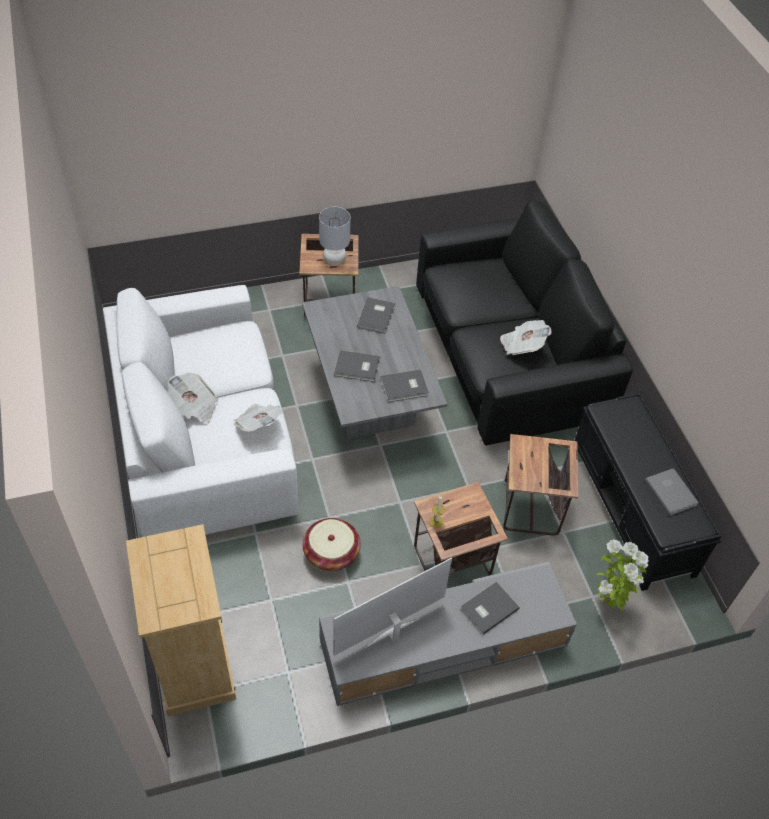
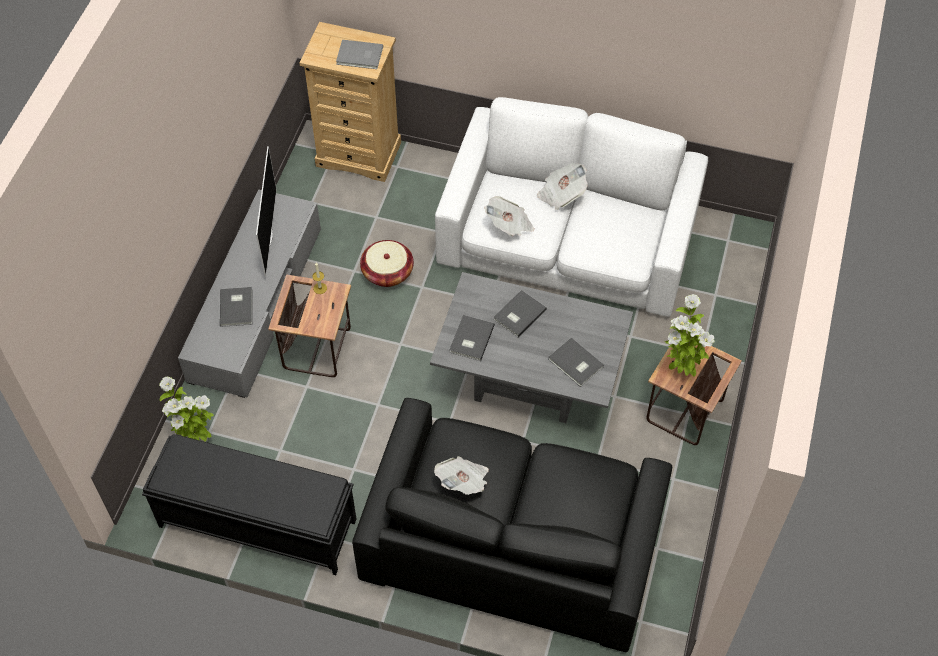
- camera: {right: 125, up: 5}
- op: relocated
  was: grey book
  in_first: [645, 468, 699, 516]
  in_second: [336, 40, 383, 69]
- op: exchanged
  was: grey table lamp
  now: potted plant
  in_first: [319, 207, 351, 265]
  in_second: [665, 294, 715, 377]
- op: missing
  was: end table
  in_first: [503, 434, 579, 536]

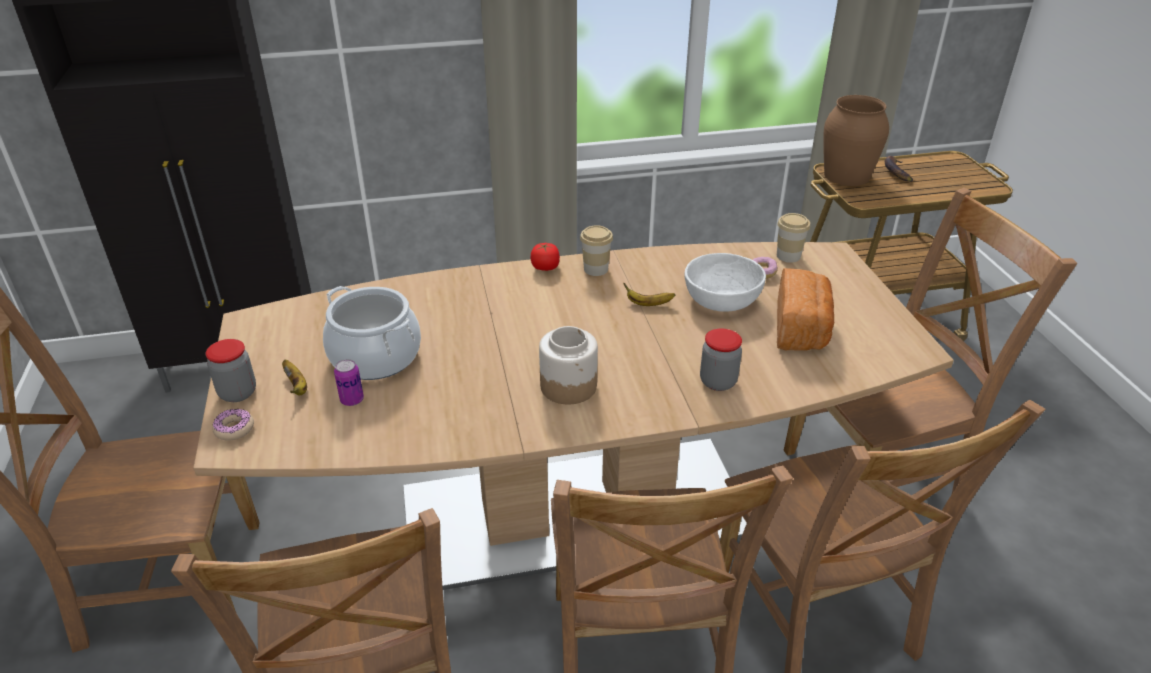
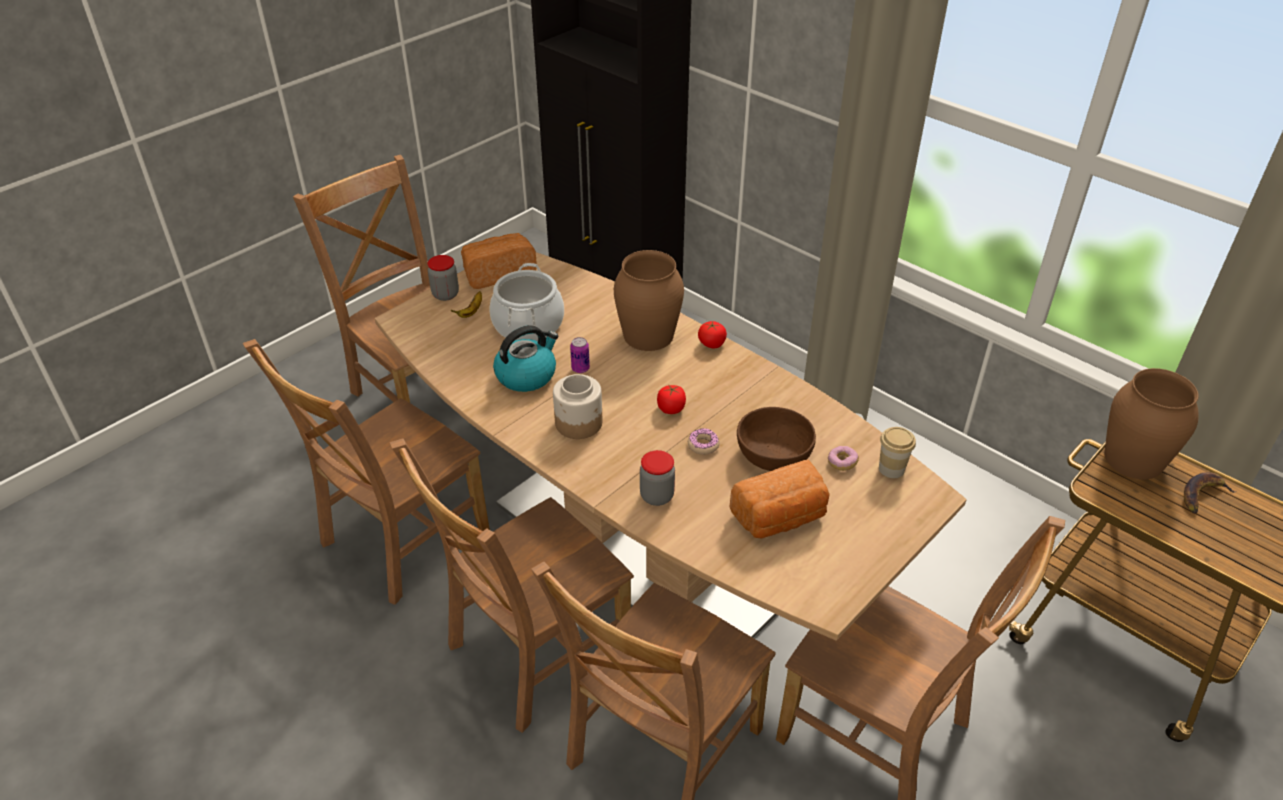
- camera: {right: 55, up: 5}
- op: appeared
  now: bread
  in_second: [461, 233, 537, 289]
- op: appeared
  now: kettle
  in_second: [493, 325, 558, 392]
- op: relocated
  was: metal can
  in_first: [334, 359, 364, 406]
  in_second: [570, 337, 590, 373]
- op: appeared
  now: brown decorative vase
  in_second: [614, 250, 684, 351]
- op: appeared
  now: whole tomato
  in_second: [657, 385, 686, 414]
- op: relocated
  was: donut
  in_first: [212, 408, 254, 441]
  in_second: [688, 429, 720, 455]
- op: colour
  was: white deep dish
  now: brown deep dish
  in_first: [684, 253, 766, 312]
  in_second: [737, 407, 816, 471]
- op: missing
  was: small cup
  in_first: [580, 225, 613, 276]
- op: missing
  was: whole banana
  in_first: [624, 283, 675, 306]

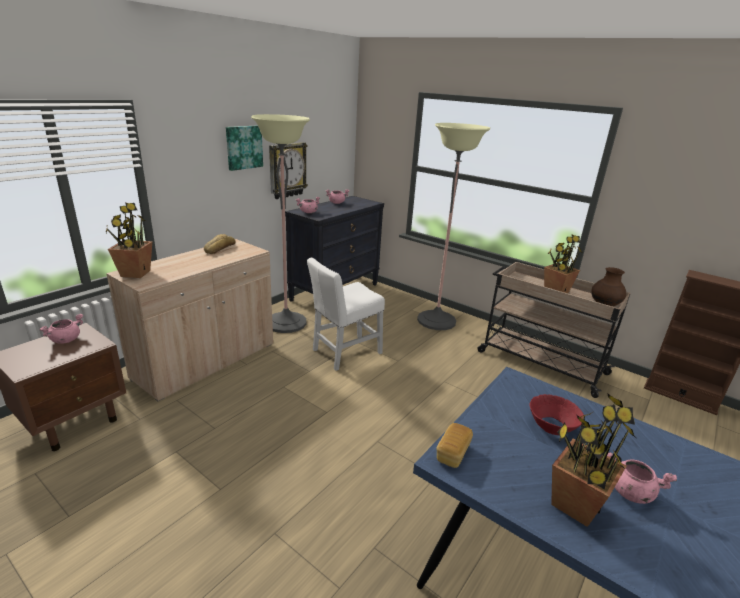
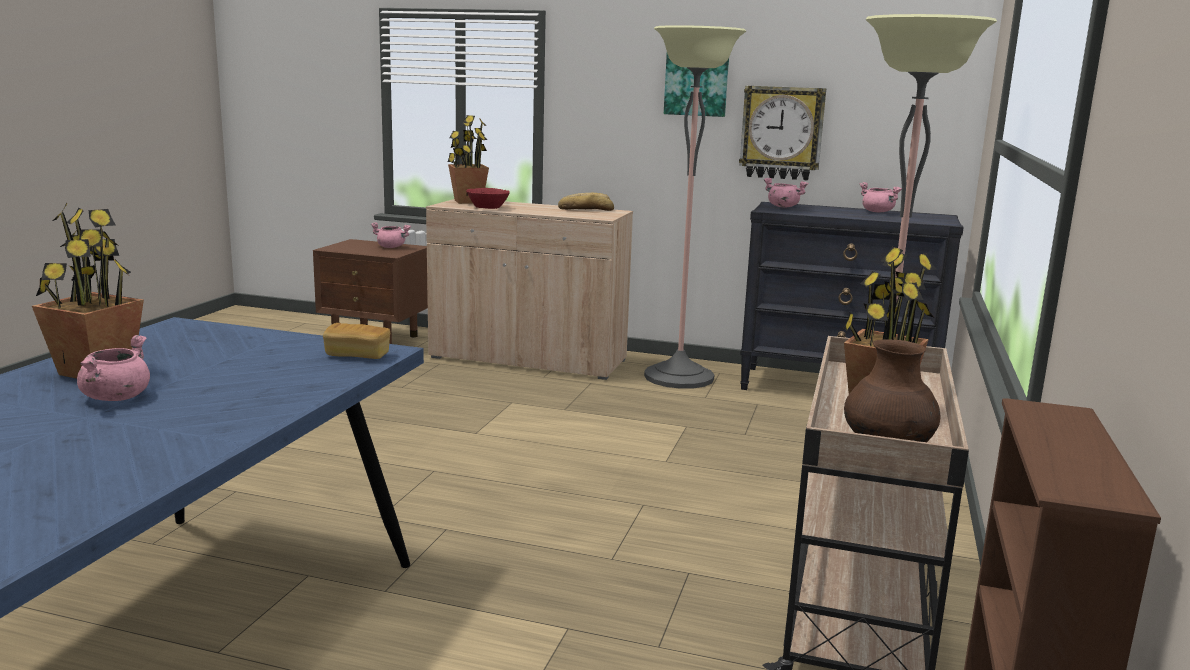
- camera: {right: 70, up: -10}
- op: relocated
  was: bread
  in_first: [437, 423, 473, 468]
  in_second: [323, 323, 390, 359]
- op: relocated
  was: red deep dish
  in_first: [530, 394, 584, 435]
  in_second: [466, 188, 510, 209]
- op: missing
  was: white chair
  in_first: [307, 258, 385, 371]

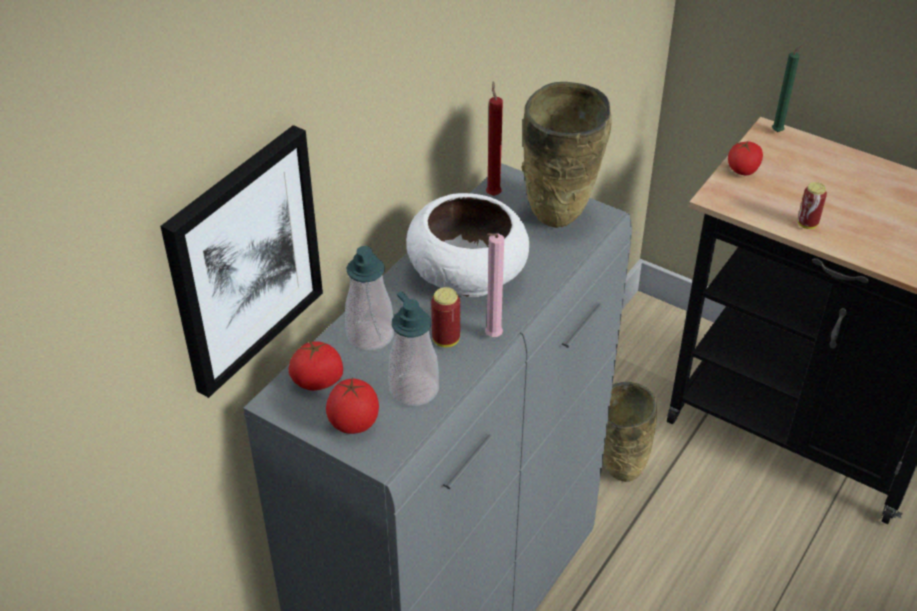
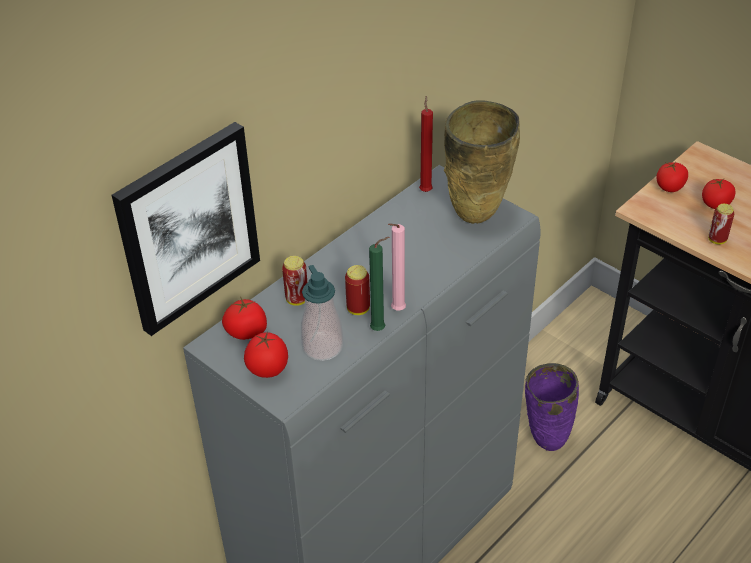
- camera: {right: 10, up: 0}
- op: exchanged
  was: soap bottle
  now: metal can
  in_first: [345, 246, 394, 351]
  in_second: [282, 256, 307, 306]
- op: relocated
  was: green wax light
  in_first: [772, 44, 806, 132]
  in_second: [369, 237, 389, 331]
- op: colour
  was: beige-coloured decorative vase
  now: purplish decorative vase
  in_first: [603, 382, 657, 482]
  in_second: [525, 363, 579, 451]
- op: appeared
  now: whole tomato
  in_second: [702, 178, 735, 209]
- op: missing
  was: white deep dish
  in_first: [406, 193, 529, 297]

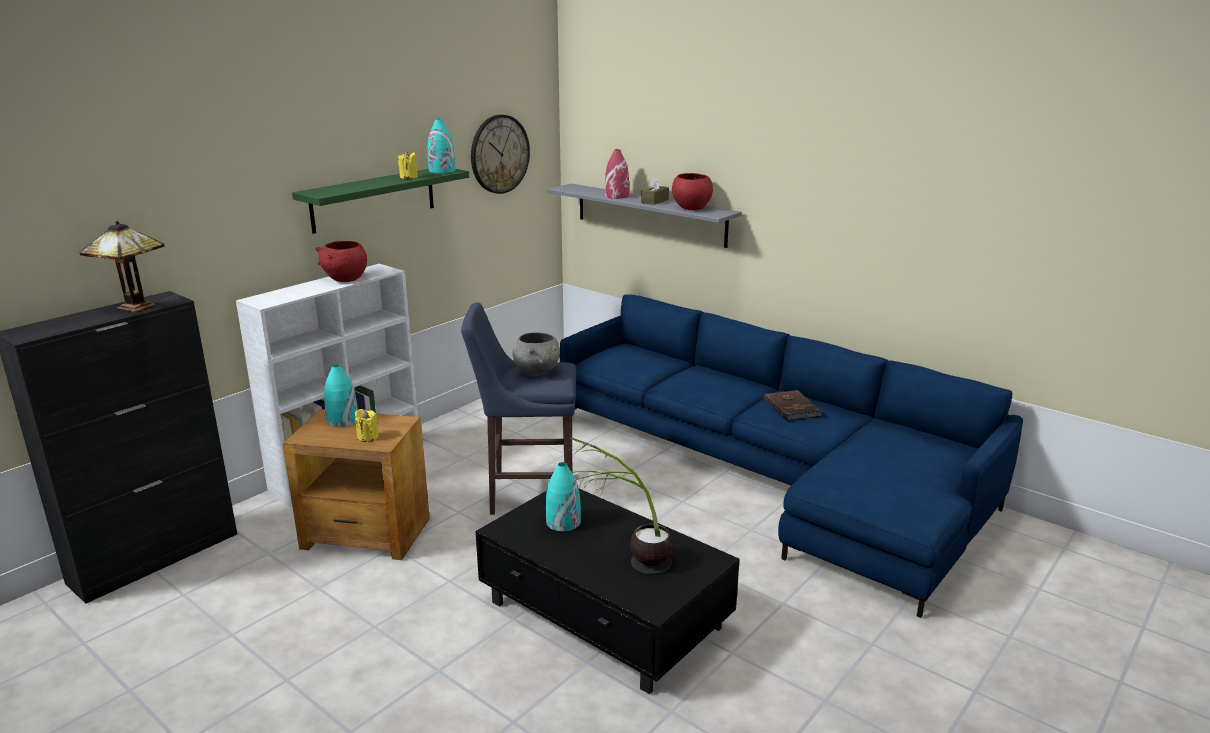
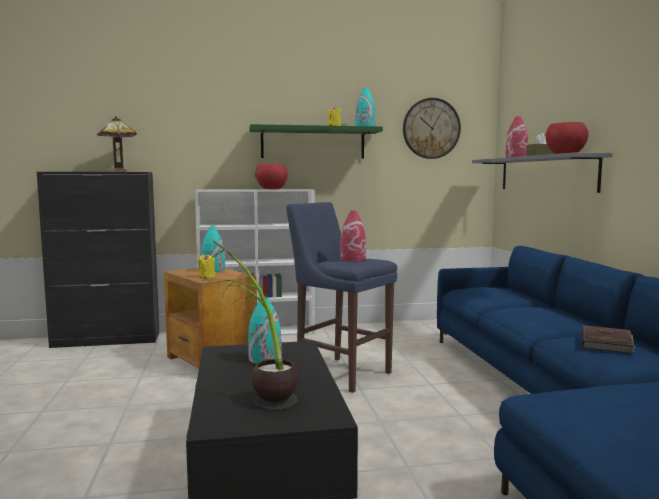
- camera: {right: 40, up: -15}
- op: exchanged
  was: grey deep dish
  now: red decorative vase
  in_first: [513, 332, 560, 376]
  in_second: [340, 211, 366, 262]

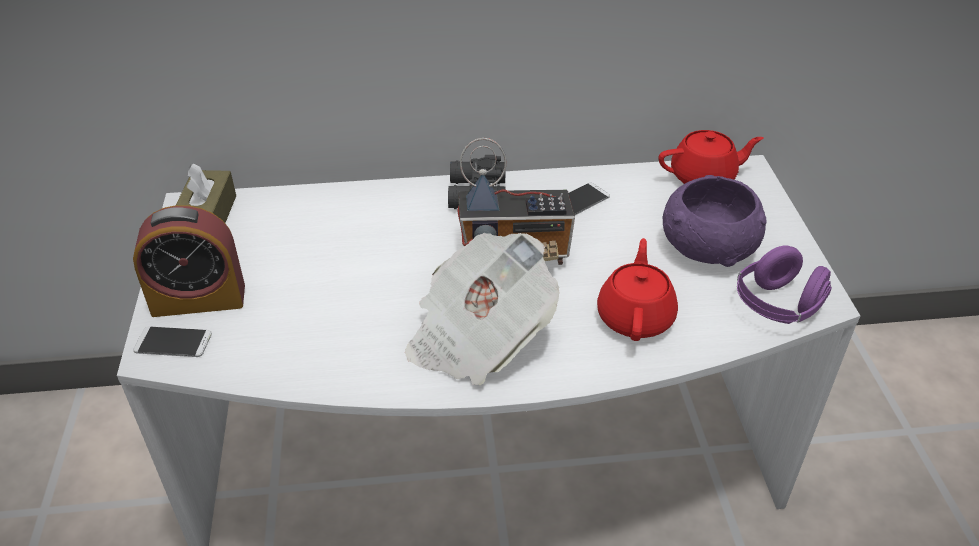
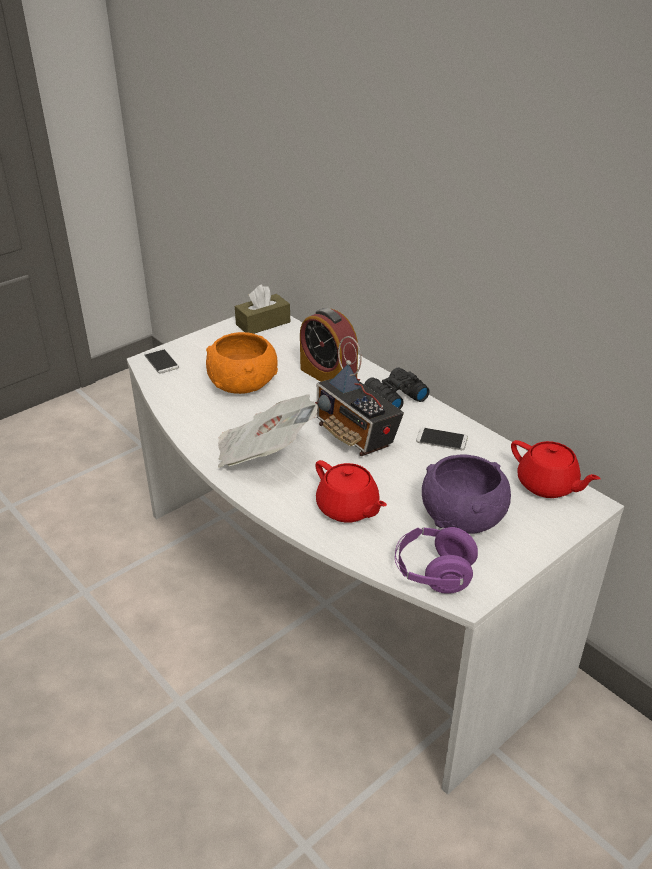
- camera: {right: 55, up: -5}
- op: appeared
  now: orange deep dish
  in_second: [206, 332, 278, 394]
- op: relocated
  was: table clock
  in_first: [133, 205, 245, 317]
  in_second: [300, 308, 358, 382]
- op: spun
  was: red teapot
  in_first: [597, 238, 678, 341]
  in_second: [315, 460, 387, 523]
  clockwise: 75

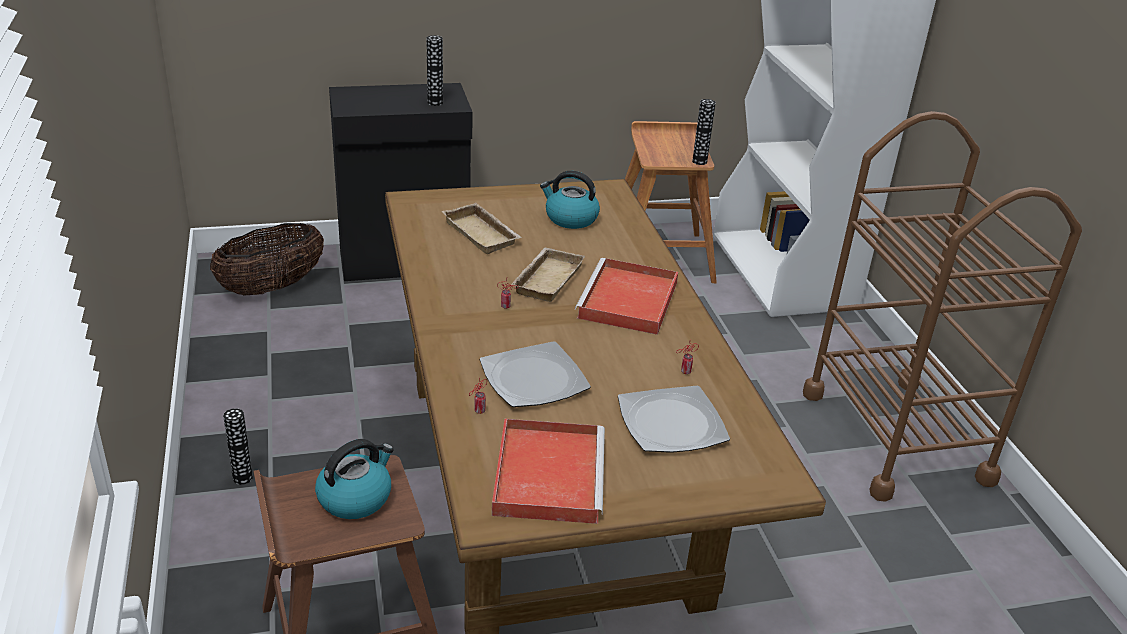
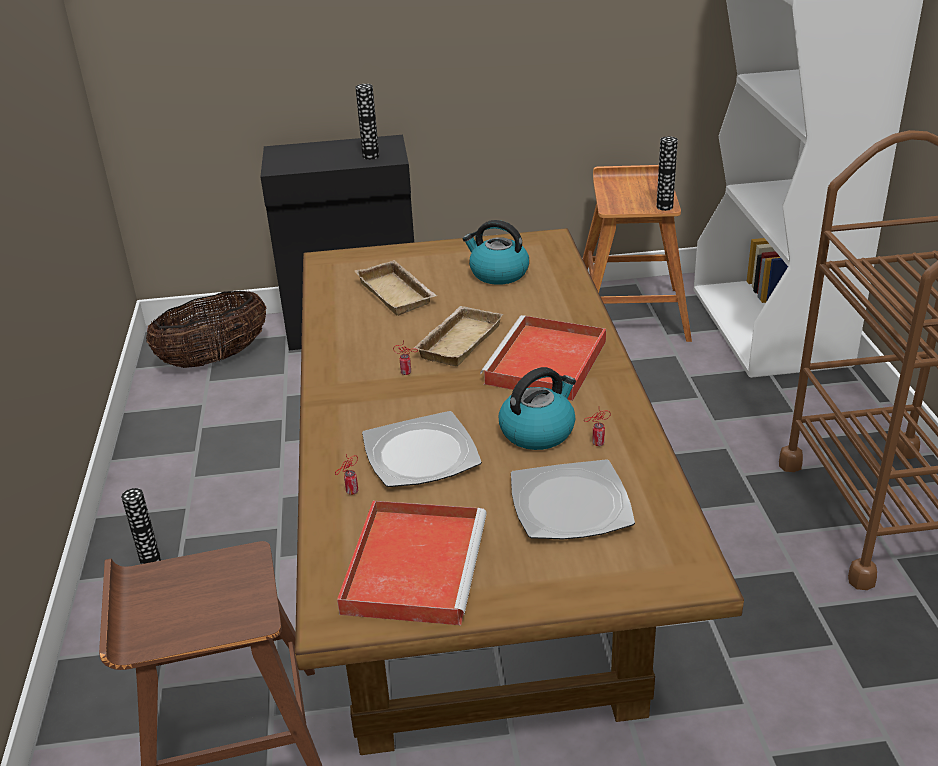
- camera: {right: 10, up: 0}
- op: relocated
  was: kettle
  in_first: [315, 439, 394, 519]
  in_second: [499, 367, 576, 450]

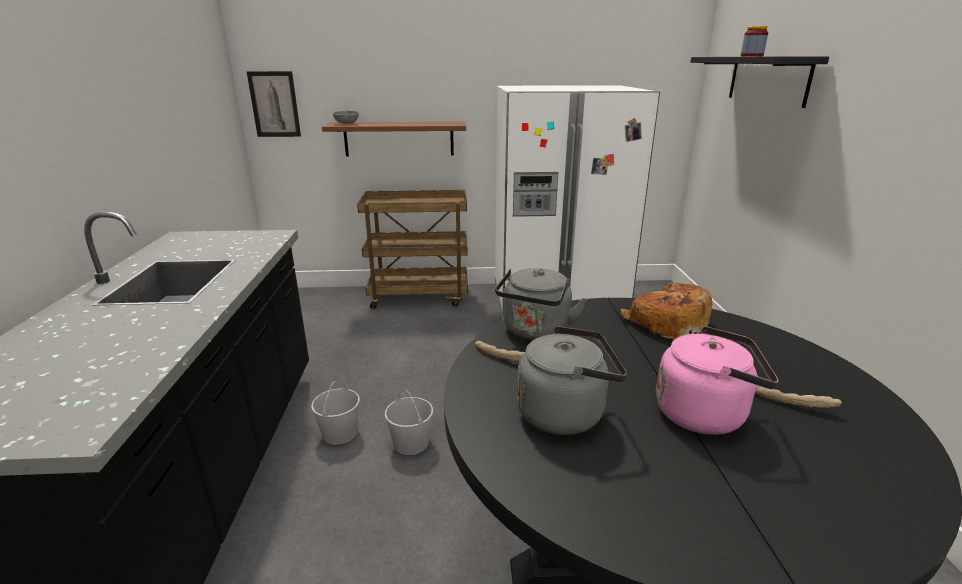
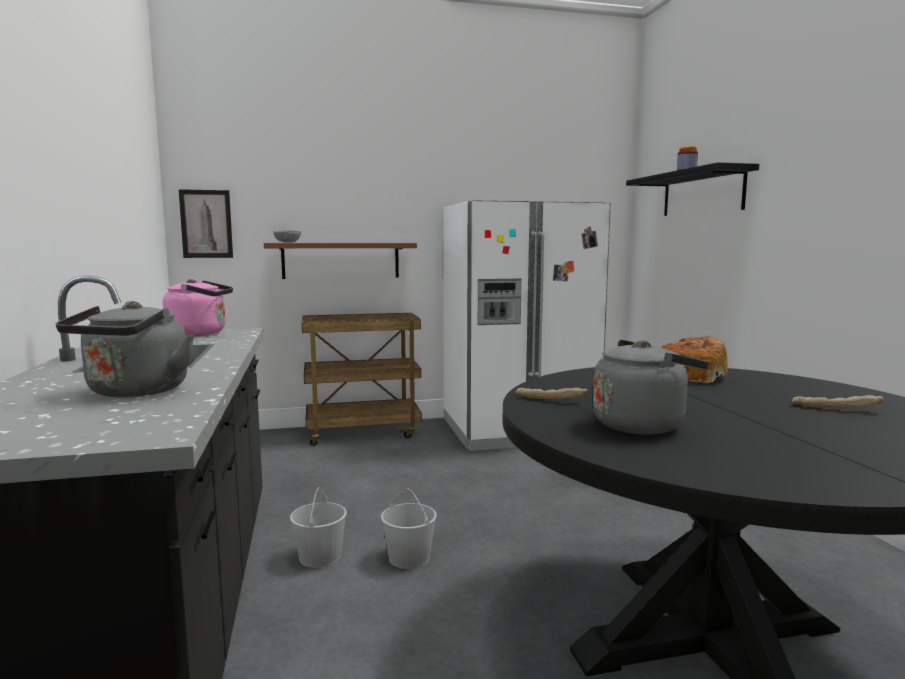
- camera: {right: -10, up: -15}
- op: relocated
  was: grey kettle
  in_first: [495, 268, 587, 340]
  in_second: [56, 301, 194, 397]
- op: relocated
  was: pink kettle
  in_first: [656, 326, 779, 435]
  in_second: [163, 279, 233, 336]

